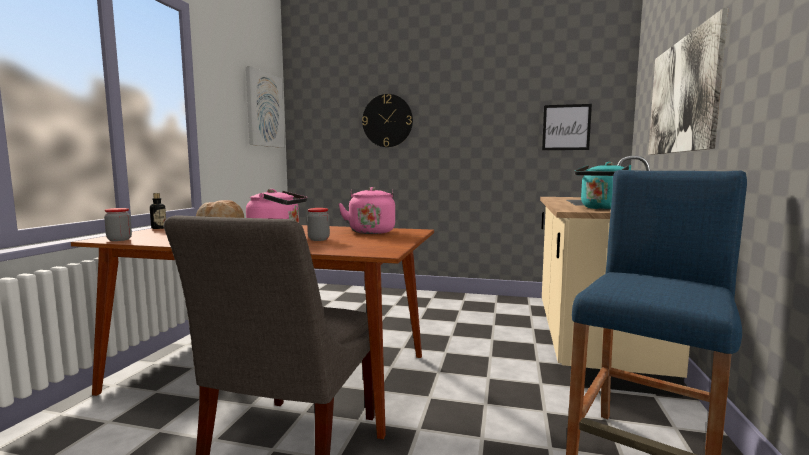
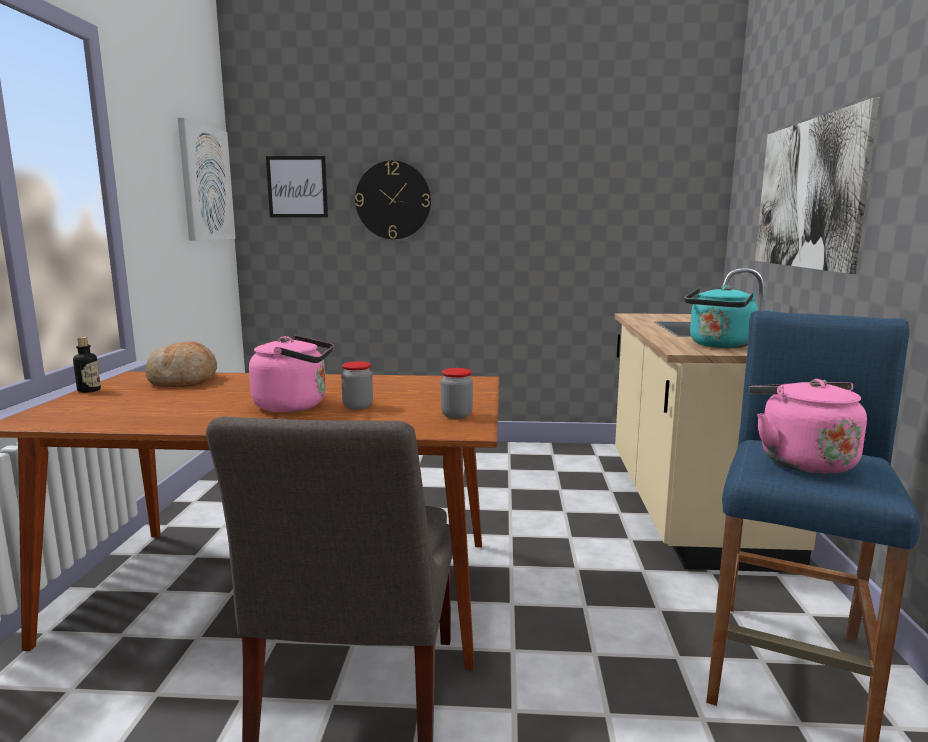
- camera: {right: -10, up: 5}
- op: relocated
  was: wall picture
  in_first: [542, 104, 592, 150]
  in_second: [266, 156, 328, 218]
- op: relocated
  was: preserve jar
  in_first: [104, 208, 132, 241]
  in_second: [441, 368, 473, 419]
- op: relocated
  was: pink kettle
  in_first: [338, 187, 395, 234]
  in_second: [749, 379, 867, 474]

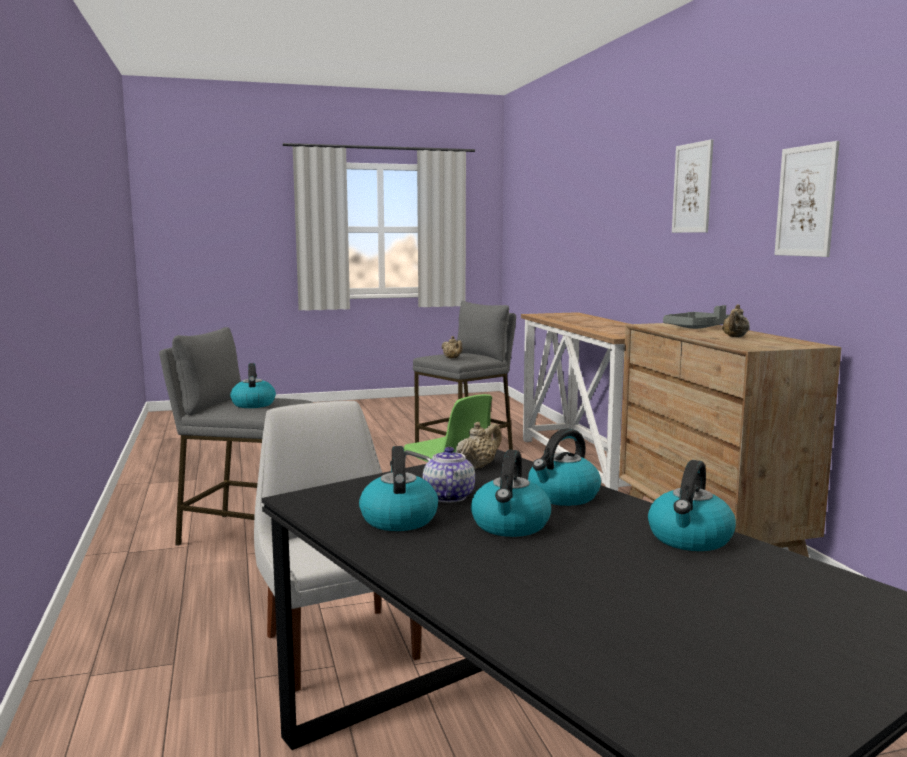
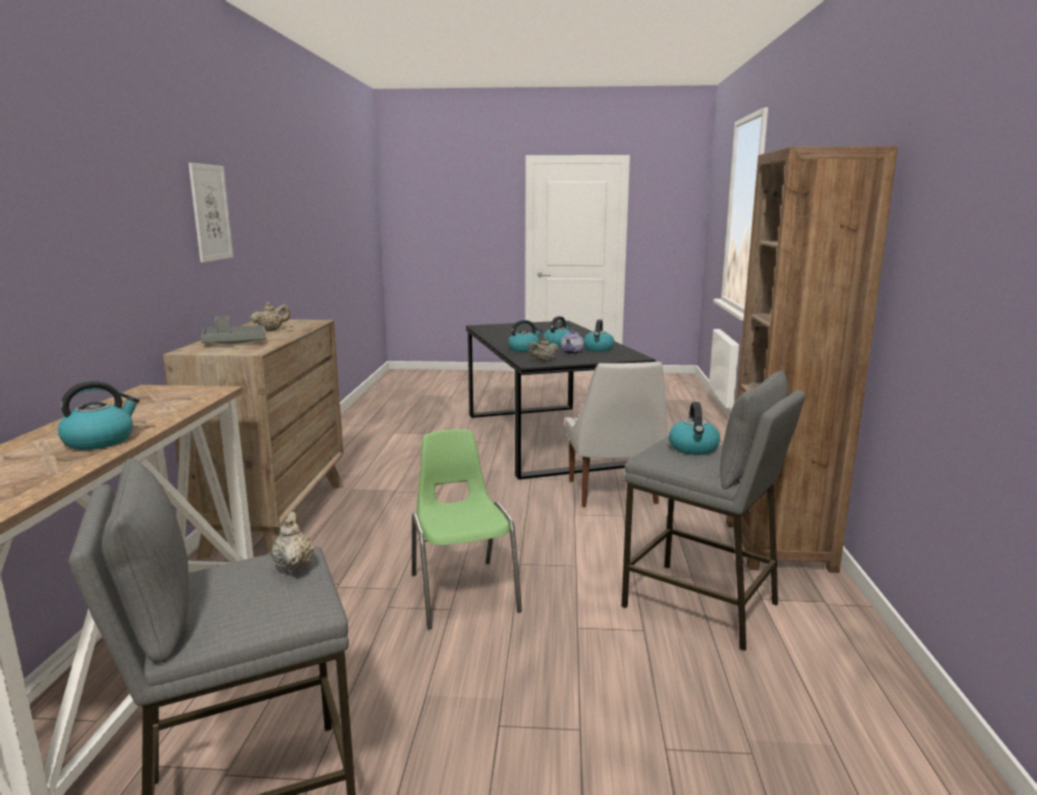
- camera: {right: -160, up: 5}
- op: relocated
  was: kettle
  in_first: [648, 460, 736, 551]
  in_second: [58, 381, 140, 450]
- op: appeared
  now: brown bookshelf
  in_second: [726, 146, 898, 573]
- op: missing
  was: wall picture
  in_first: [672, 139, 713, 233]

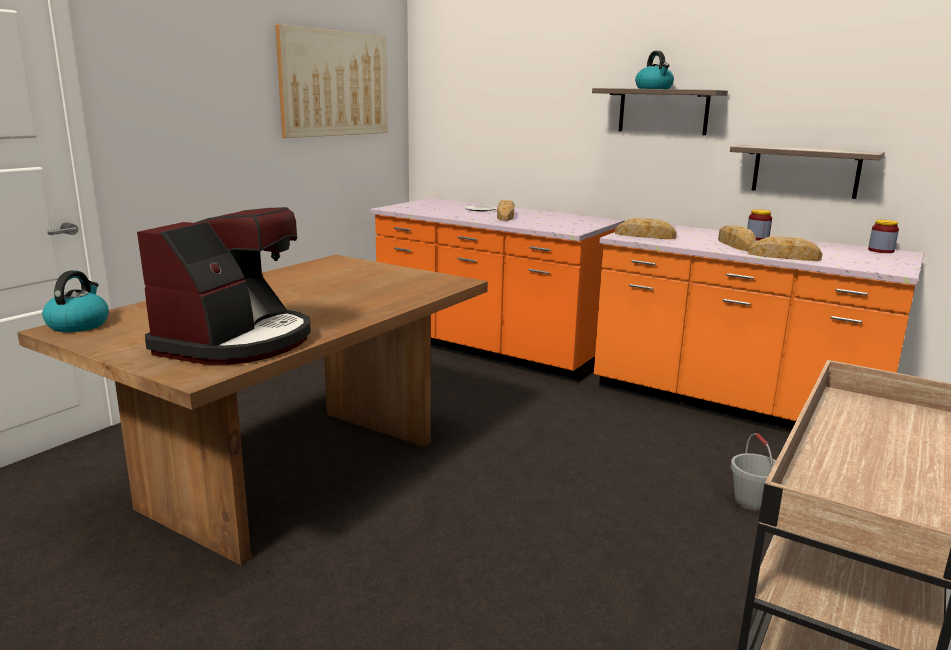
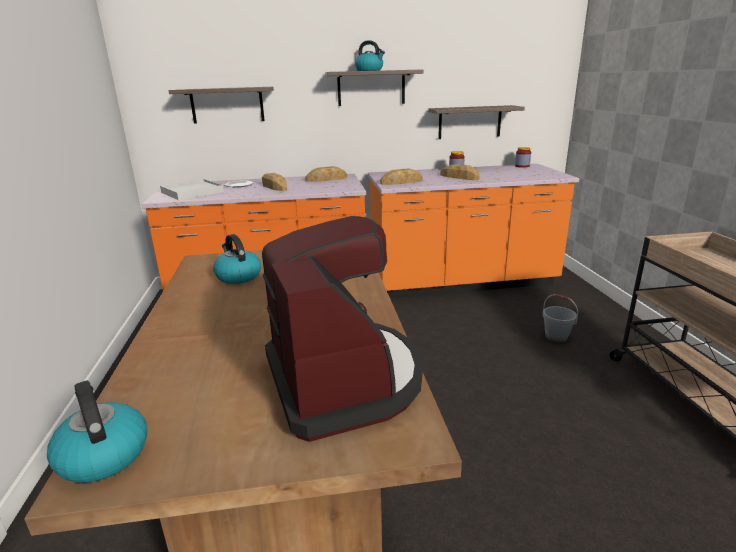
- camera: {right: -40, up: 5}
- op: appeared
  now: white carrying tray
  in_second: [160, 179, 224, 200]
- op: appeared
  now: bracket shelf
  in_second: [168, 87, 274, 124]
- op: appeared
  now: kettle
  in_second: [213, 234, 261, 284]
- op: relocated
  was: bread
  in_first: [748, 236, 822, 261]
  in_second: [305, 166, 347, 182]
- op: missing
  was: wall picture
  in_first: [275, 24, 387, 138]

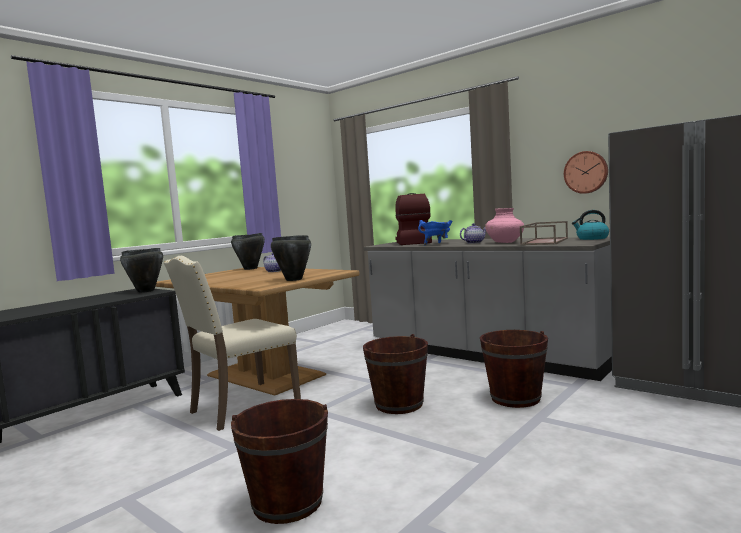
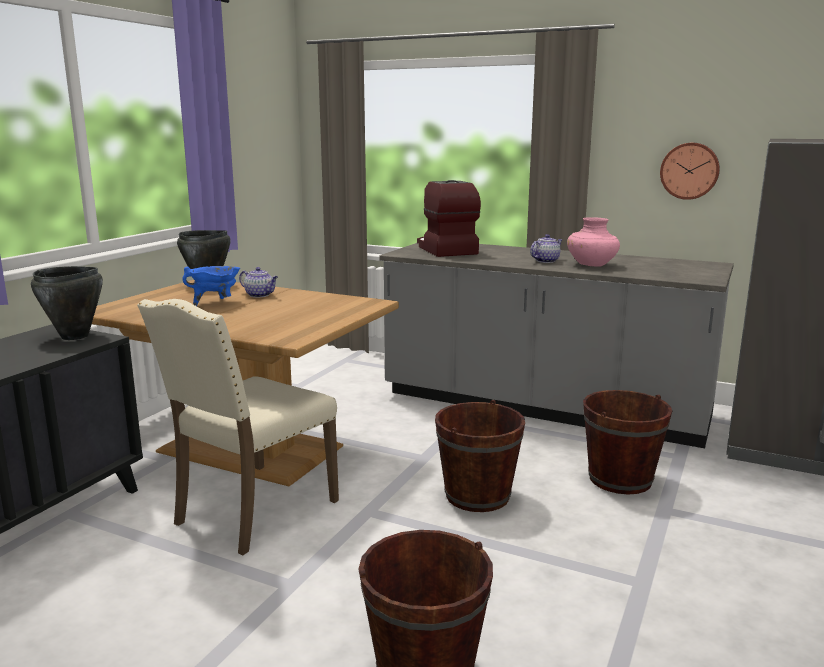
- camera: {right: -15, up: 10}
- op: relocated
  was: bluish cooking pot
  in_first: [418, 220, 453, 245]
  in_second: [183, 266, 240, 306]
- op: missing
  was: blackish cooking pot
  in_first: [271, 235, 311, 281]
- op: missing
  was: brown carrying tray
  in_first: [520, 221, 568, 245]
- op: missing
  was: kettle
  in_first: [572, 210, 609, 240]

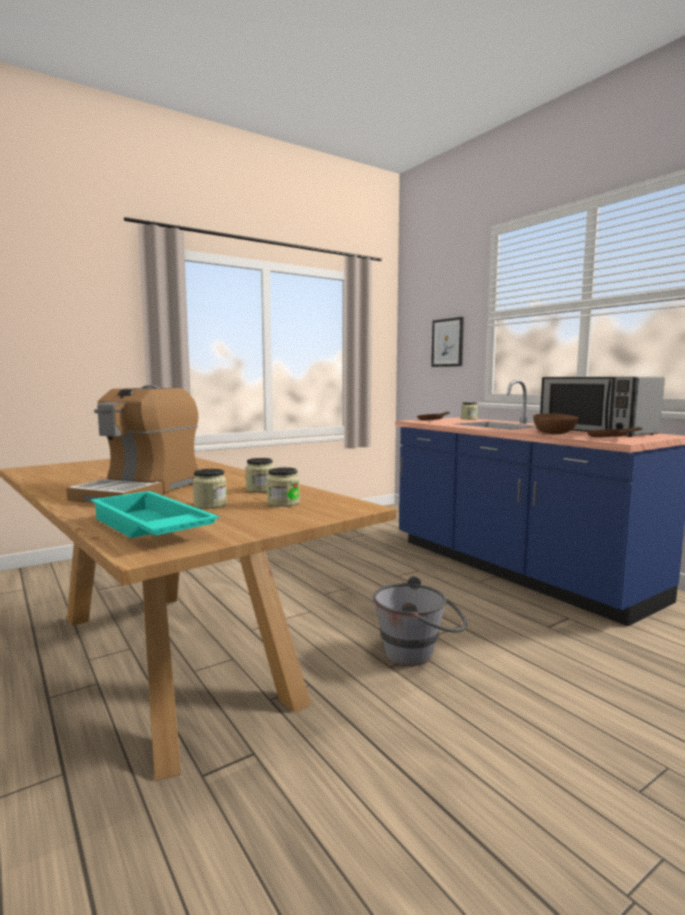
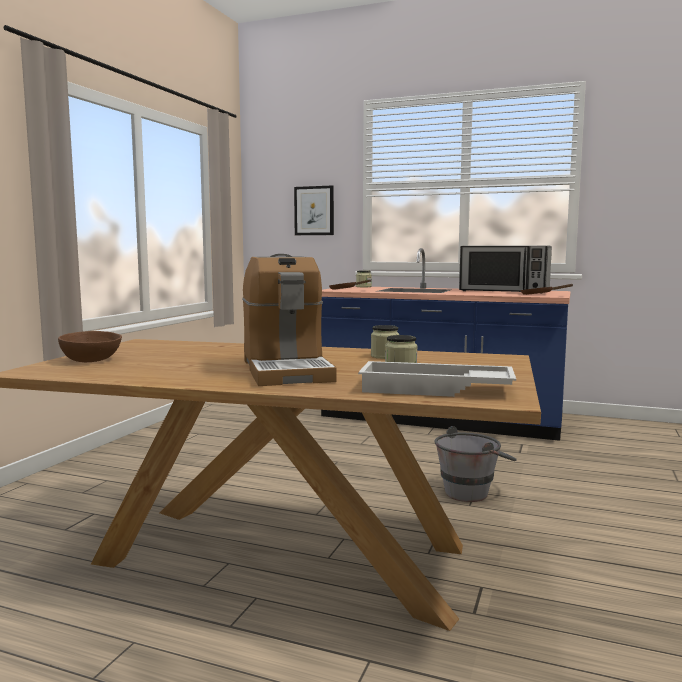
- camera: {right: -35, up: 0}
- op: relocated
  was: brown deep dish
  in_first: [533, 413, 579, 434]
  in_second: [58, 331, 122, 362]
- op: colour
  was: turquoise-coloured carrying tray
  now: white carrying tray
  in_first: [91, 491, 219, 538]
  in_second: [358, 361, 516, 397]
- op: missing
  was: preserve jar
  in_first: [267, 467, 300, 507]

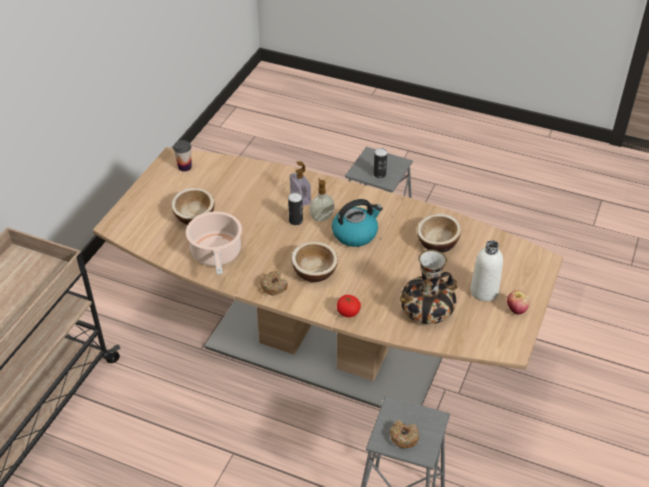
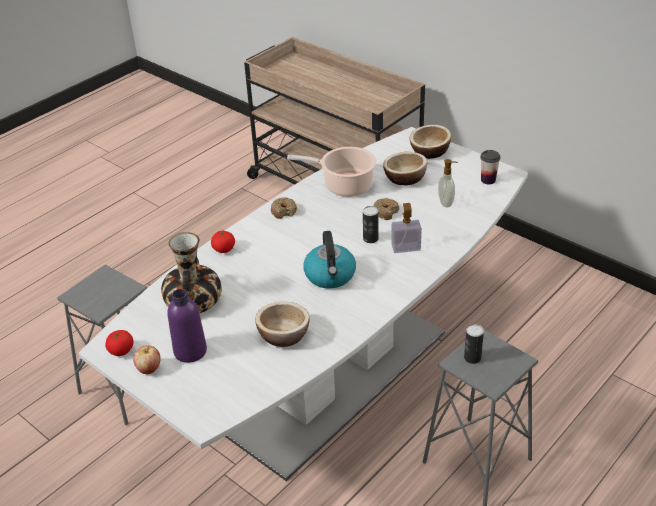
- camera: {right: 110, up: -5}
- op: colour
  was: brown dinner table
  now: white dinner table
  in_first: [93, 148, 563, 408]
  in_second: [79, 127, 528, 481]
- op: appeared
  now: whole tomato
  in_second: [105, 330, 134, 356]
- op: colour
  was: white beverage bottle
  now: purplish beverage bottle
  in_first: [470, 240, 503, 301]
  in_second: [167, 289, 207, 363]
- op: relocated
  was: donut
  in_first: [390, 420, 419, 448]
  in_second: [373, 198, 400, 220]
- op: relocated
  was: deep dish
  in_first: [292, 241, 338, 282]
  in_second: [410, 125, 451, 159]
- op: relocated
  was: soap bottle
  in_first: [310, 178, 335, 222]
  in_second: [438, 159, 458, 207]

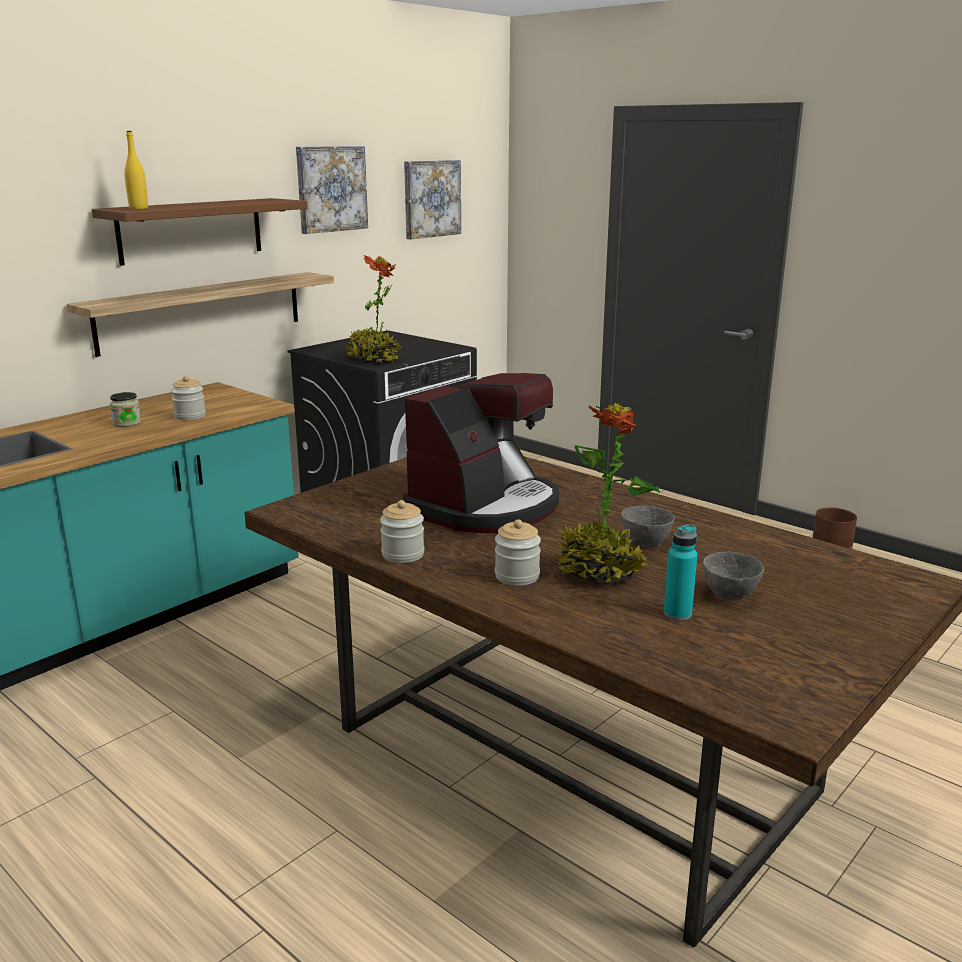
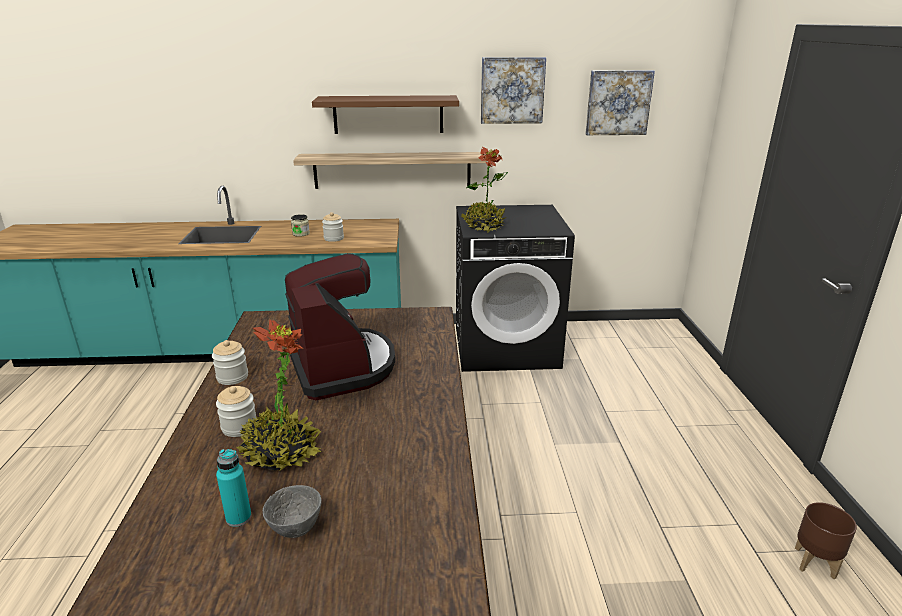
- camera: {right: 45, up: 5}
- op: spun
  was: coffee machine
  in_first: [403, 373, 559, 533]
  in_second: [285, 253, 395, 400]
  clockwise: -105
- op: missing
  was: yellowish beverage bottle
  in_first: [124, 131, 148, 209]
- op: missing
  was: grey deep dish
  in_first: [621, 506, 674, 548]

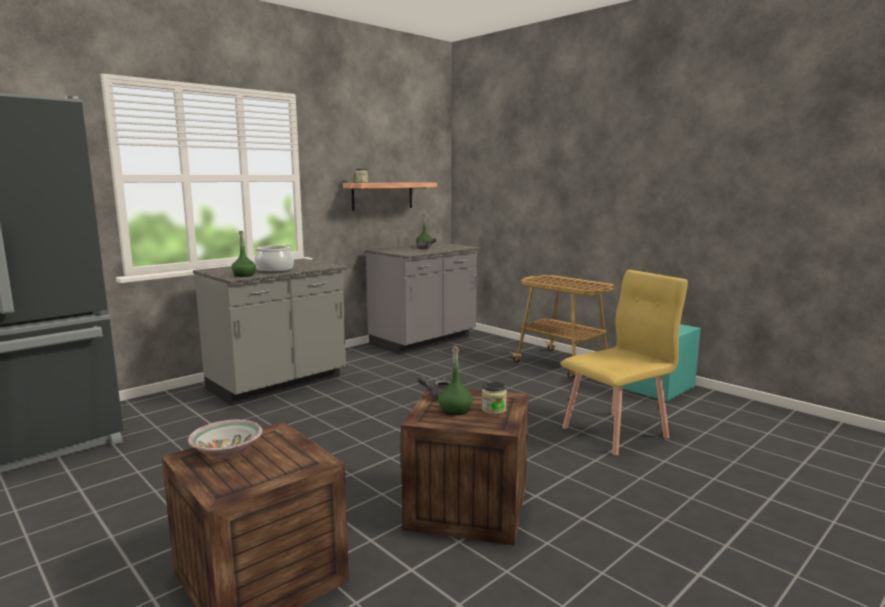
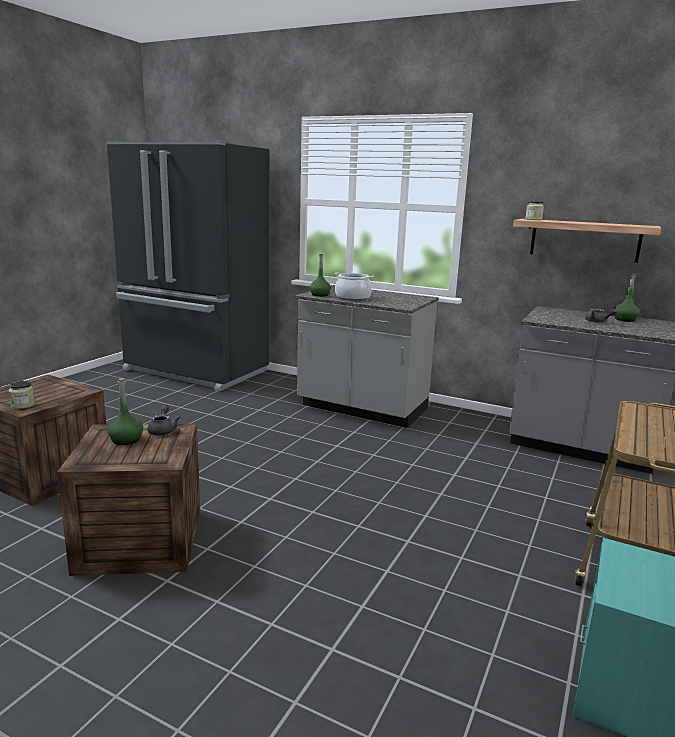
- camera: {right: 70, up: 5}
- op: relocated
  was: preserve jar
  in_first: [482, 382, 507, 415]
  in_second: [9, 381, 35, 409]
- op: missing
  was: deep dish
  in_first: [188, 420, 262, 459]
- op: missing
  was: yellowish chair
  in_first: [561, 270, 688, 455]

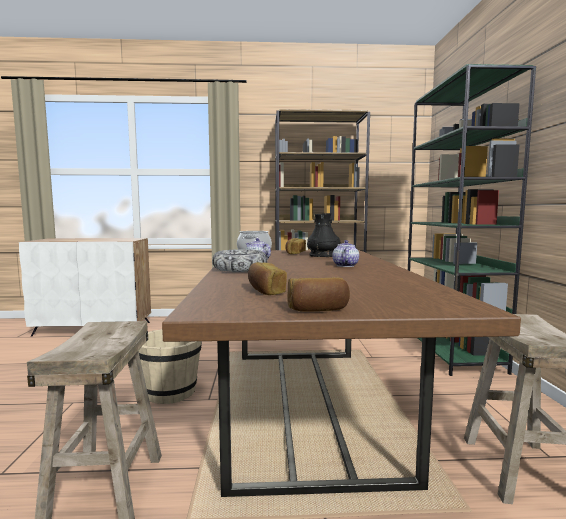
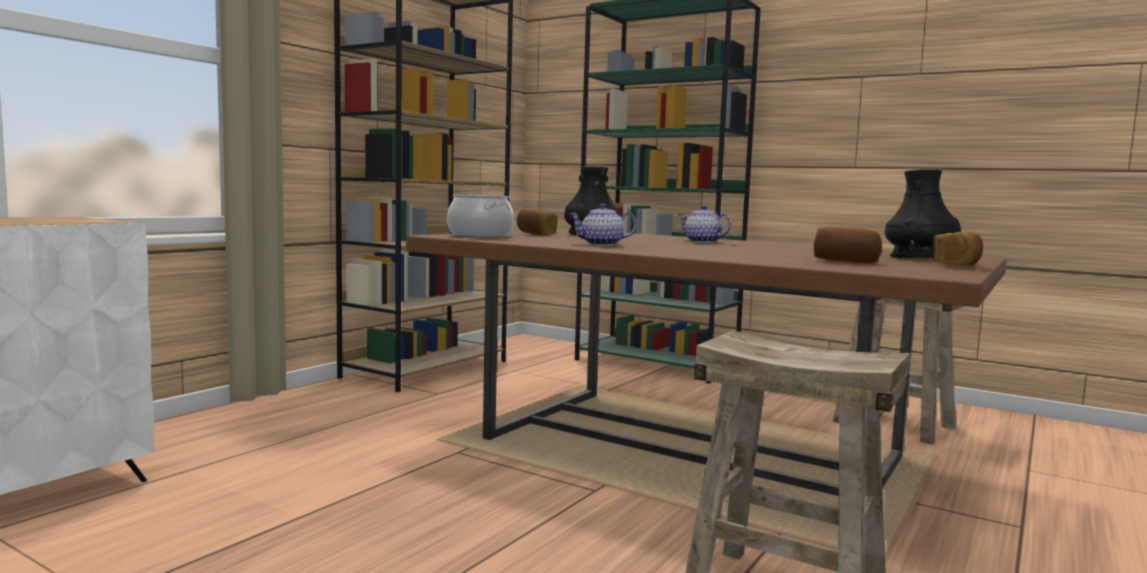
- camera: {right: -55, up: 0}
- op: appeared
  now: blackish decorative vase
  in_second: [885, 170, 961, 258]
- op: missing
  was: beige-coloured bucket
  in_first: [138, 329, 202, 404]
- op: missing
  was: deep dish
  in_first: [212, 249, 268, 272]

